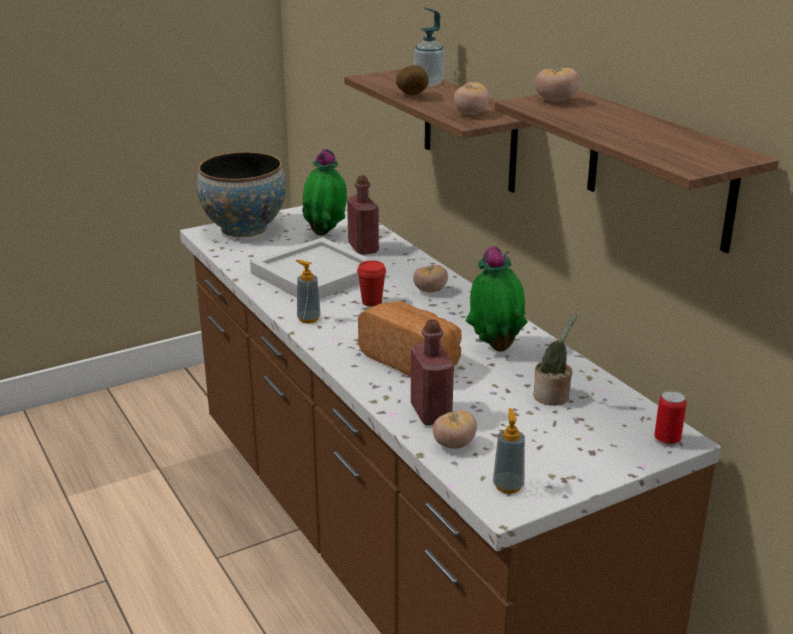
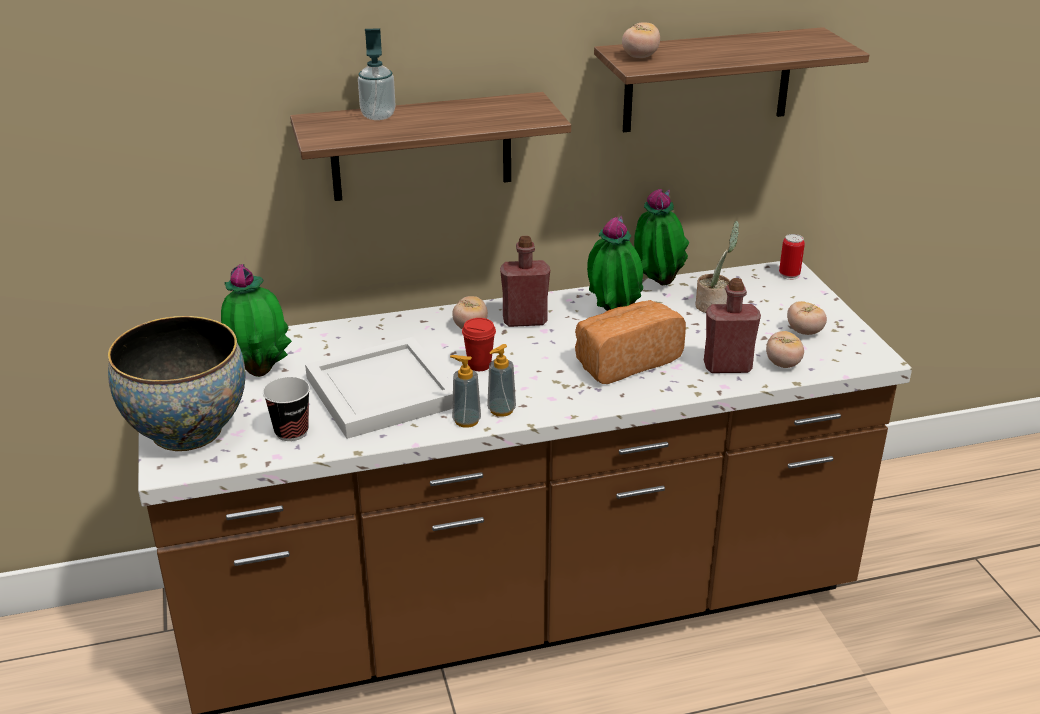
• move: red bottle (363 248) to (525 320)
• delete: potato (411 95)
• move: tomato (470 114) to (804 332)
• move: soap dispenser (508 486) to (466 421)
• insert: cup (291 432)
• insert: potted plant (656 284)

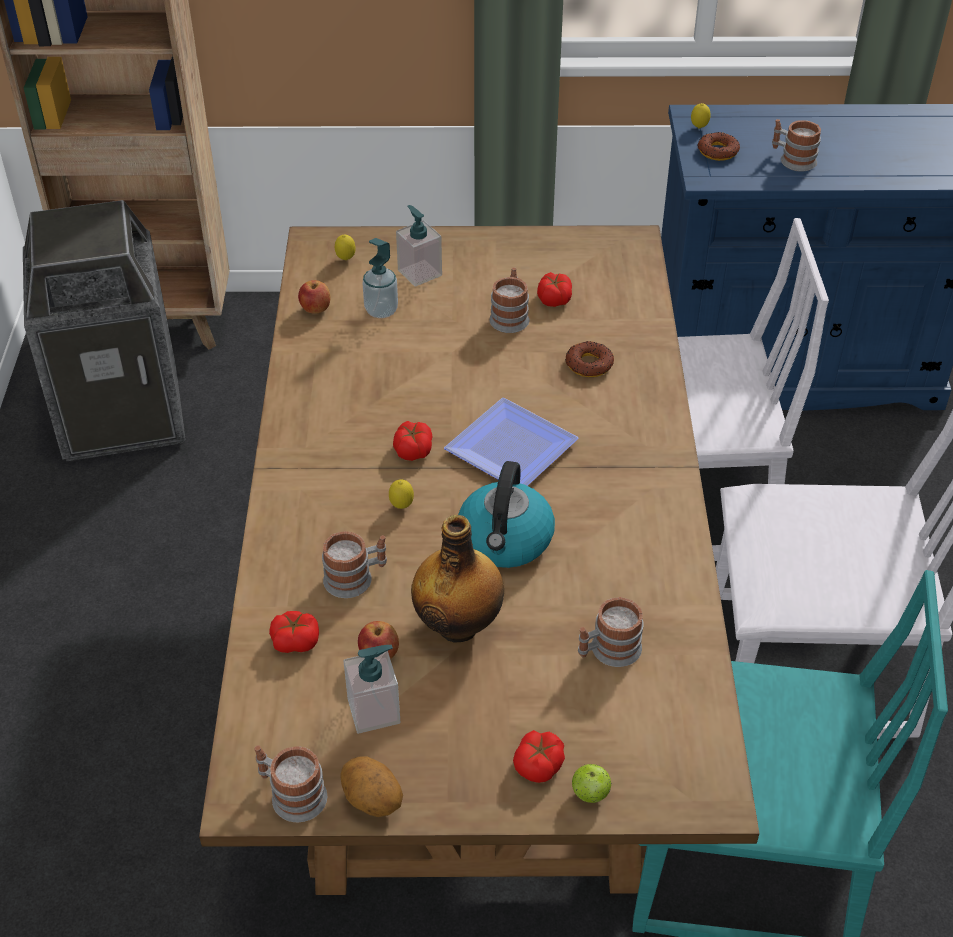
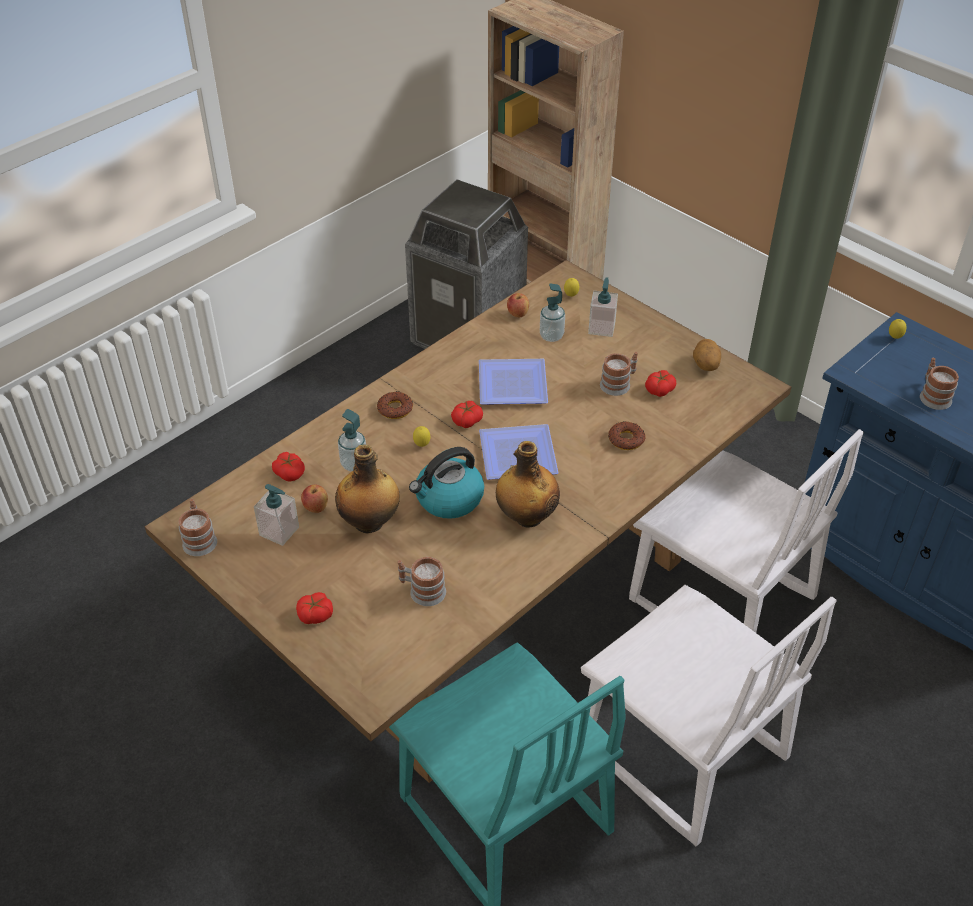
• replace: mug (356 578) to soap dispenser (354 464)
• move: potato (371 801) to (705 366)
• delete: apple (590 794)
• move: donut (717 151) to (395 409)
• insert: plate (510 383)
• insert: bottle (526 516)

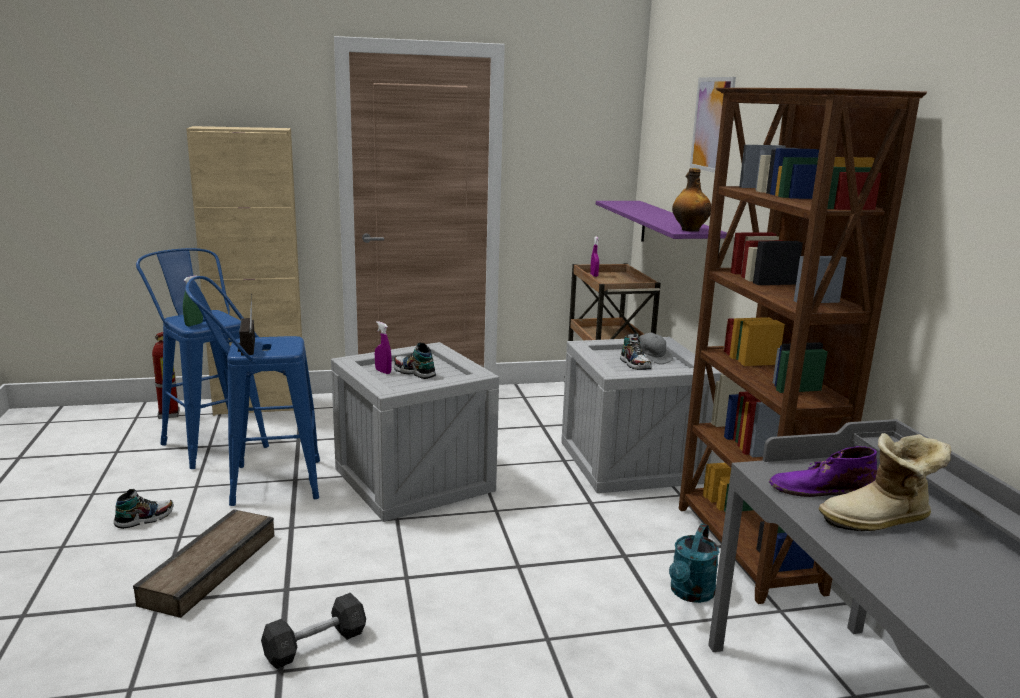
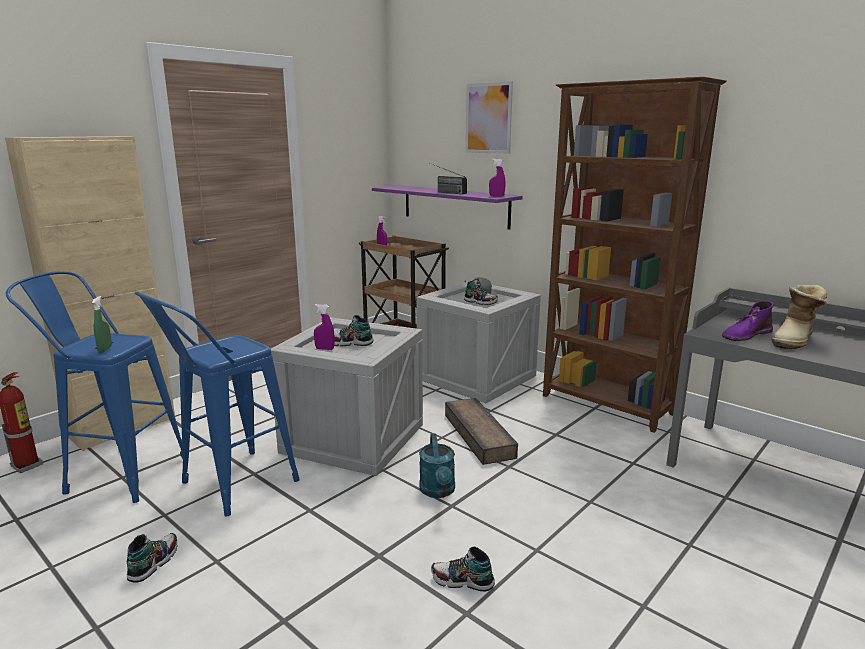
• move: crate (212 568) to (480 435)
• move: radio (247 344) to (444 192)
• replace: grey dumbbell (315 644) to shoe (462 581)
• move: turquoise watering can (690 594) to (438 491)
• replace: bottle (689 230) to purple spray bottle (496 196)

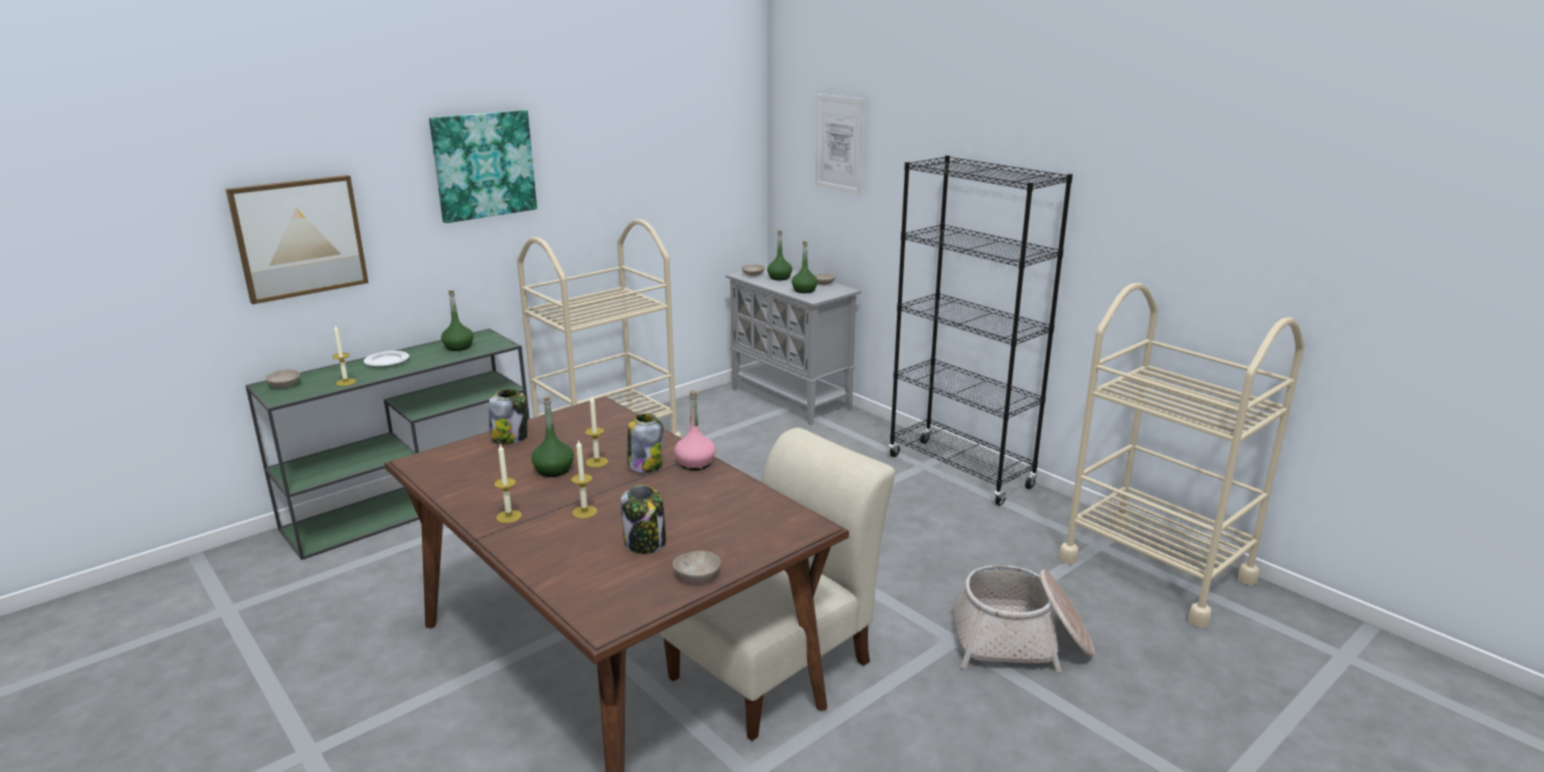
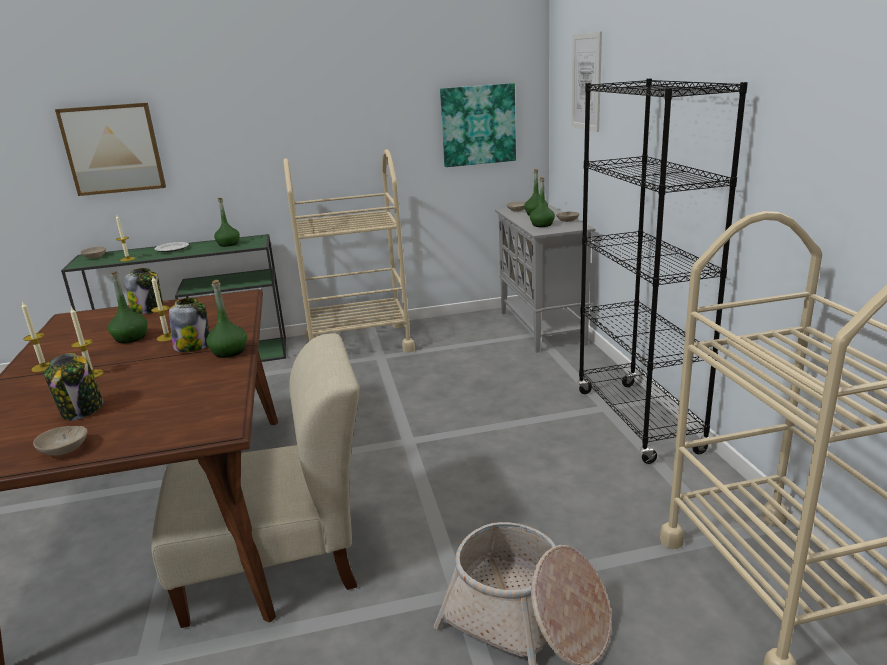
• move: picture (483 165) to (478 125)
• recolor: pink bottle (695 463) to green bottle (229 352)

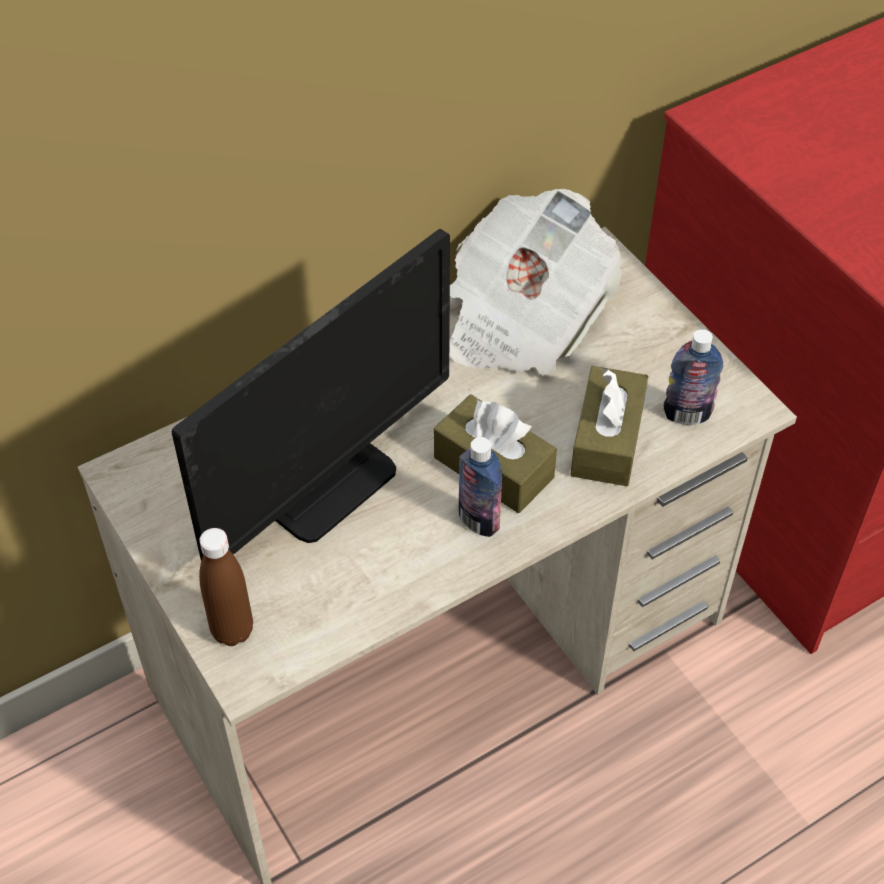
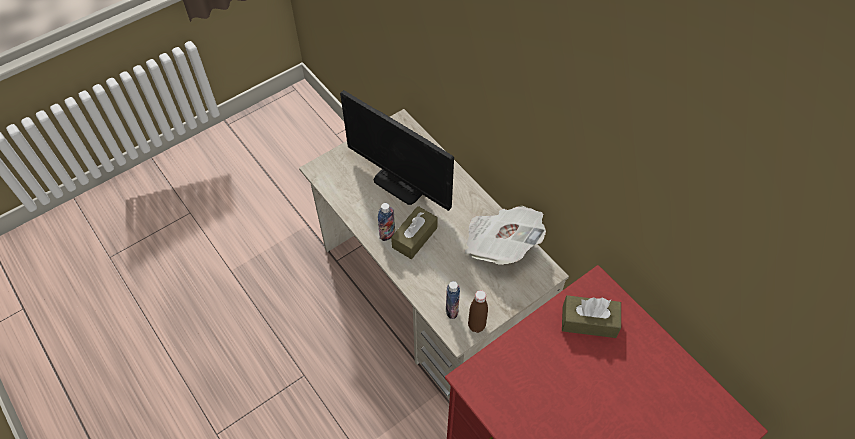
• move: brown bottle (232 630) to (476 325)
• move: brown tissue box (607 440) to (589 321)

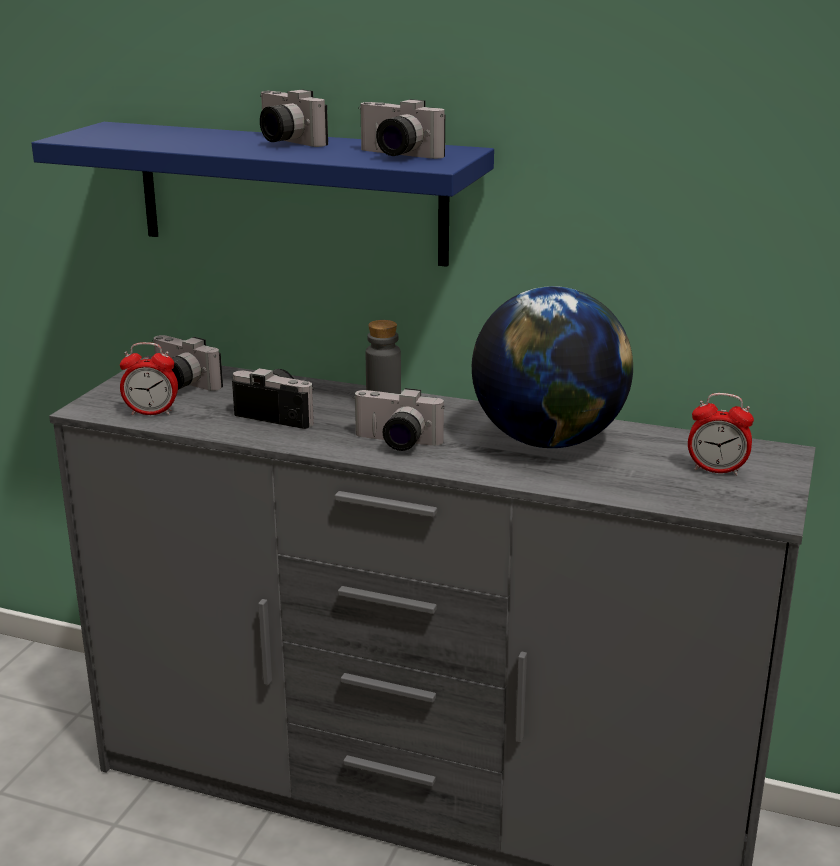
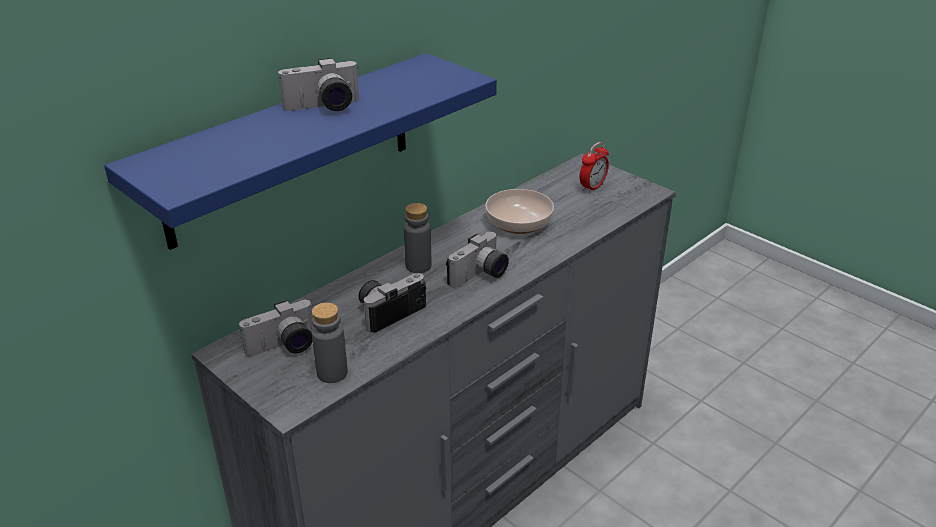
• replace: alarm clock (151 413) to grey bottle (332 373)
• delete: photo camera (395 155)
• replace: globe (548 441) to bowl (519 223)

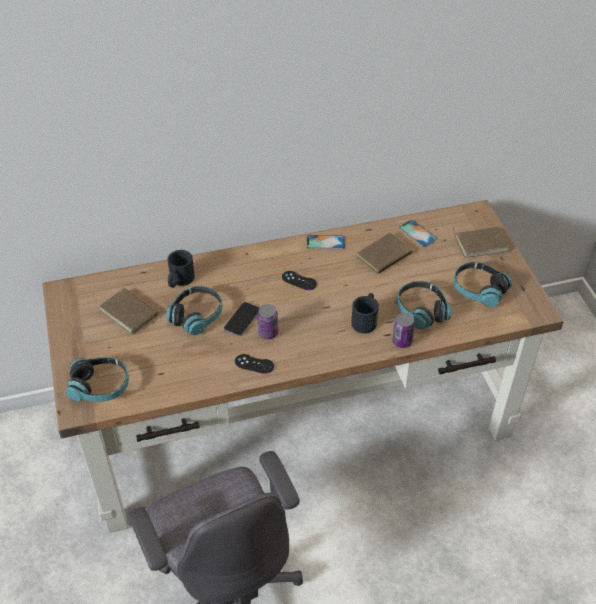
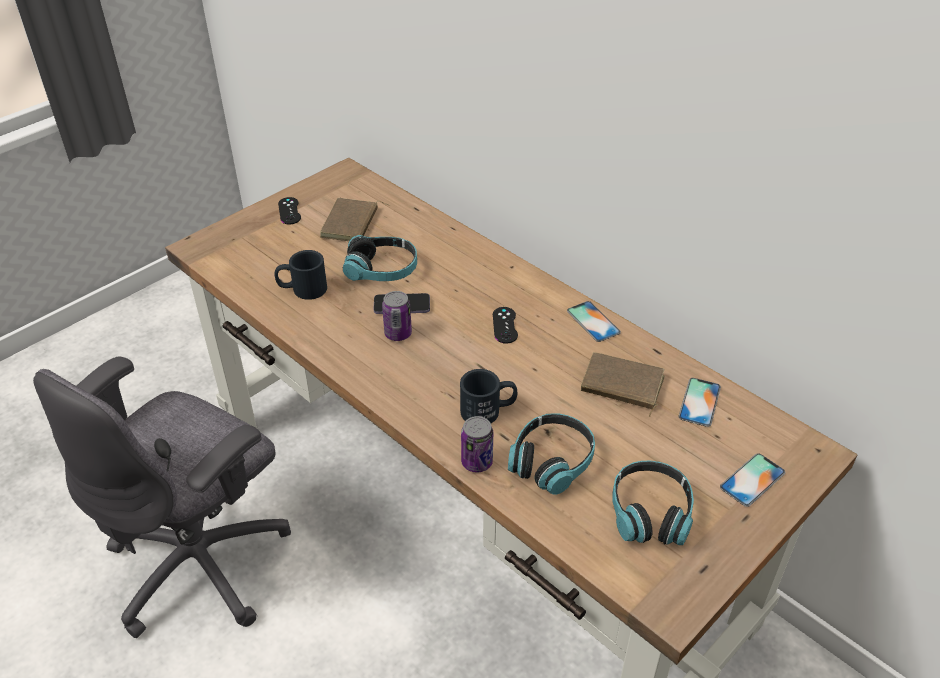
• delete: headphones (100 386)
• move: black mug (179 280) to (302 289)
• move: black game controller (254 364) to (289 211)
• replace: brown book (480 243) to phone (752 480)

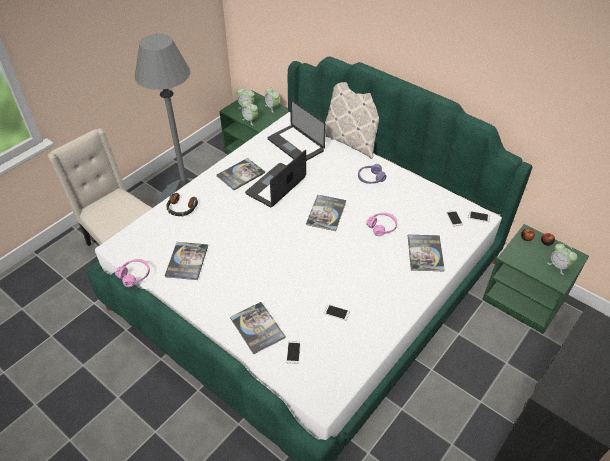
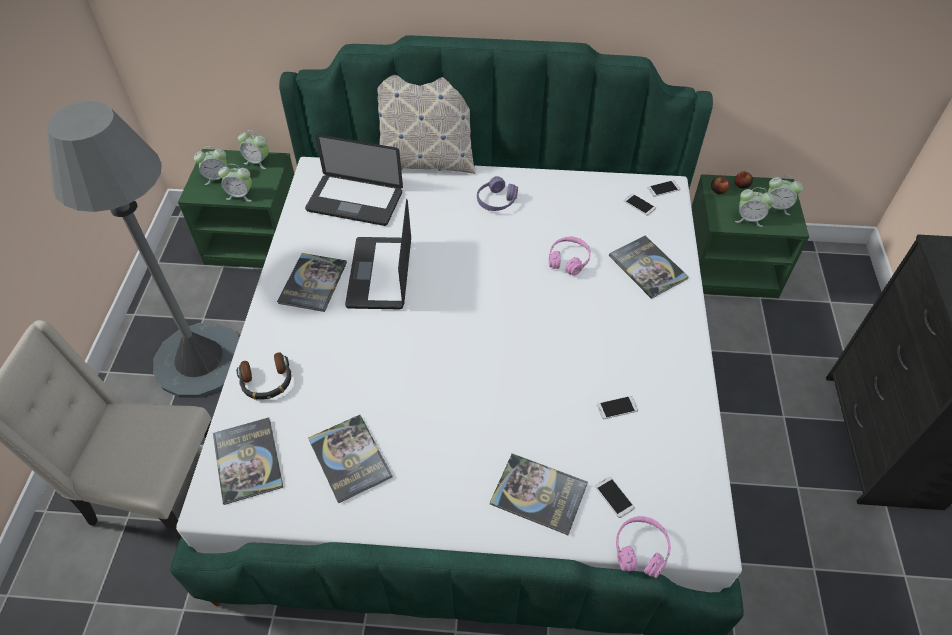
• move: pink headphones (135 275) to (641 550)
• move: book (326 213) to (247 460)
• insert: alarm clock (749 219)

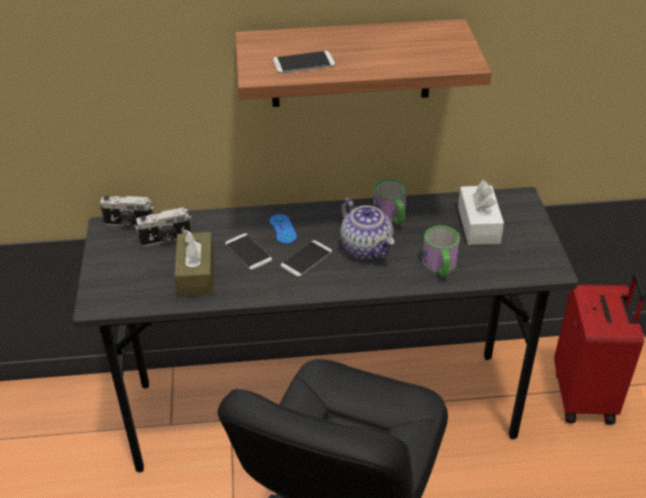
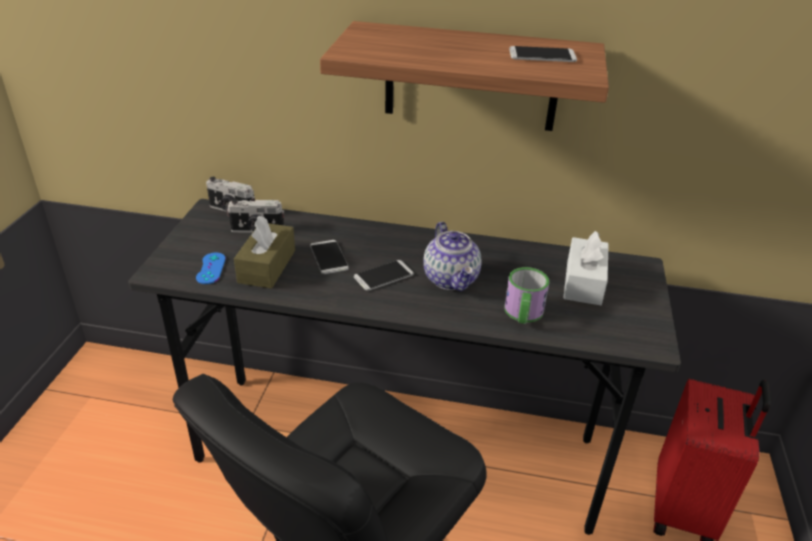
• move: blue game controller (283 229) to (211 268)
• move: phone (303 63) to (542 55)
• delete: mug (391 217)

